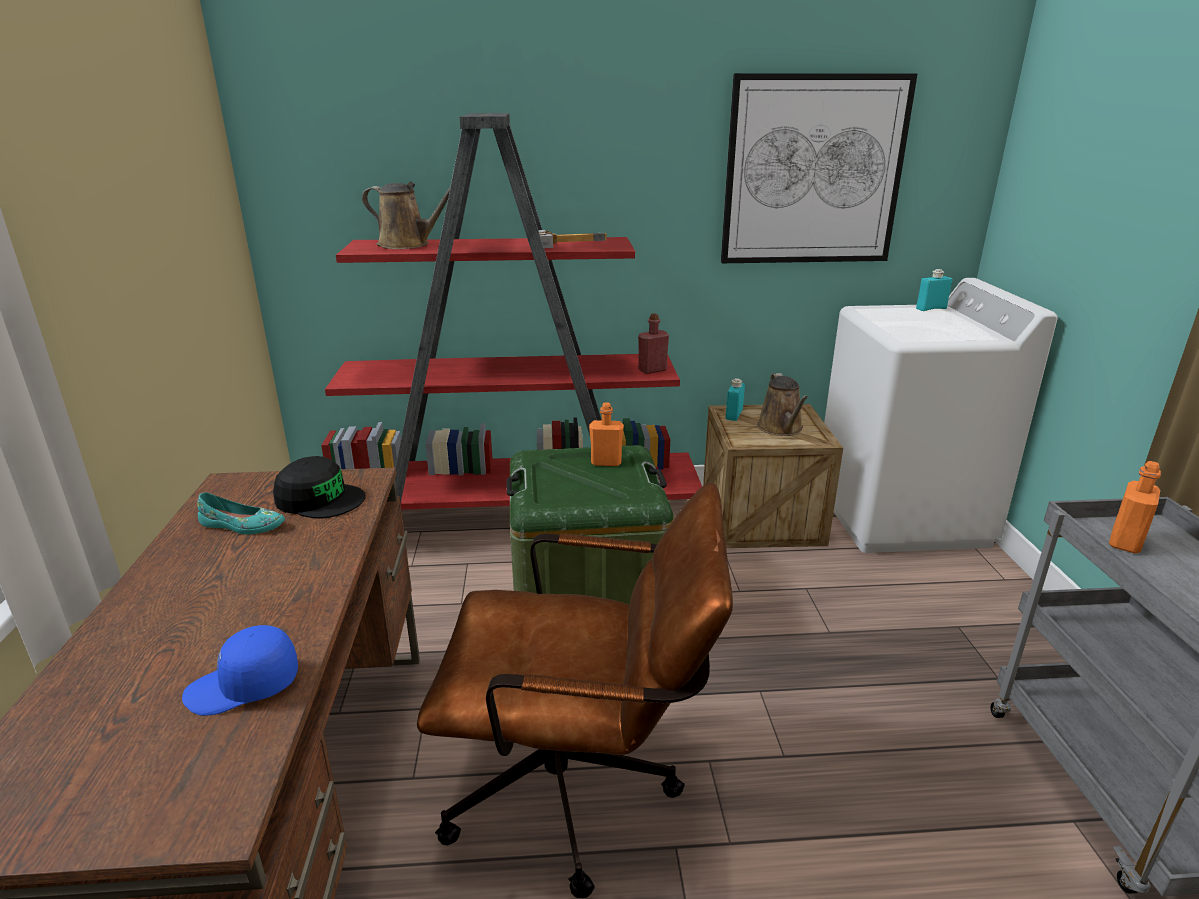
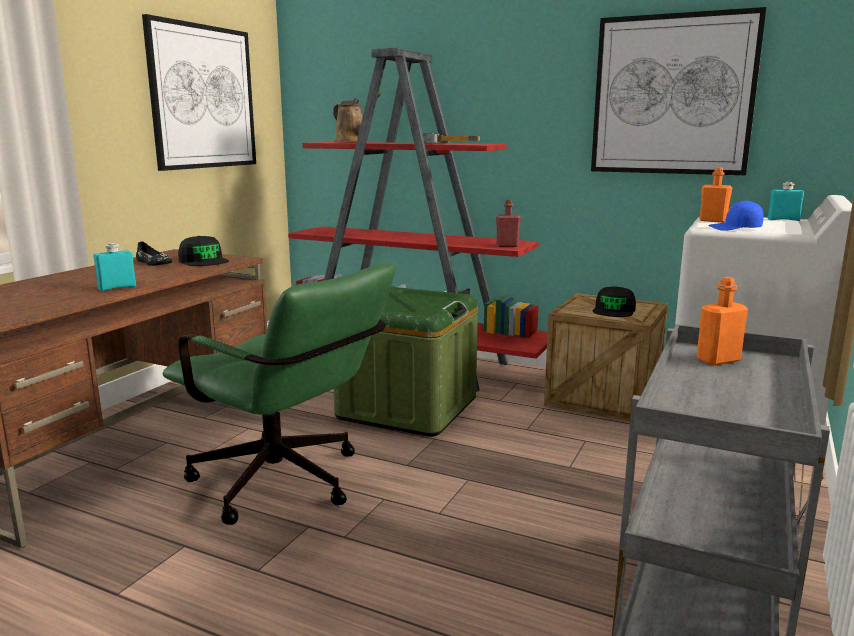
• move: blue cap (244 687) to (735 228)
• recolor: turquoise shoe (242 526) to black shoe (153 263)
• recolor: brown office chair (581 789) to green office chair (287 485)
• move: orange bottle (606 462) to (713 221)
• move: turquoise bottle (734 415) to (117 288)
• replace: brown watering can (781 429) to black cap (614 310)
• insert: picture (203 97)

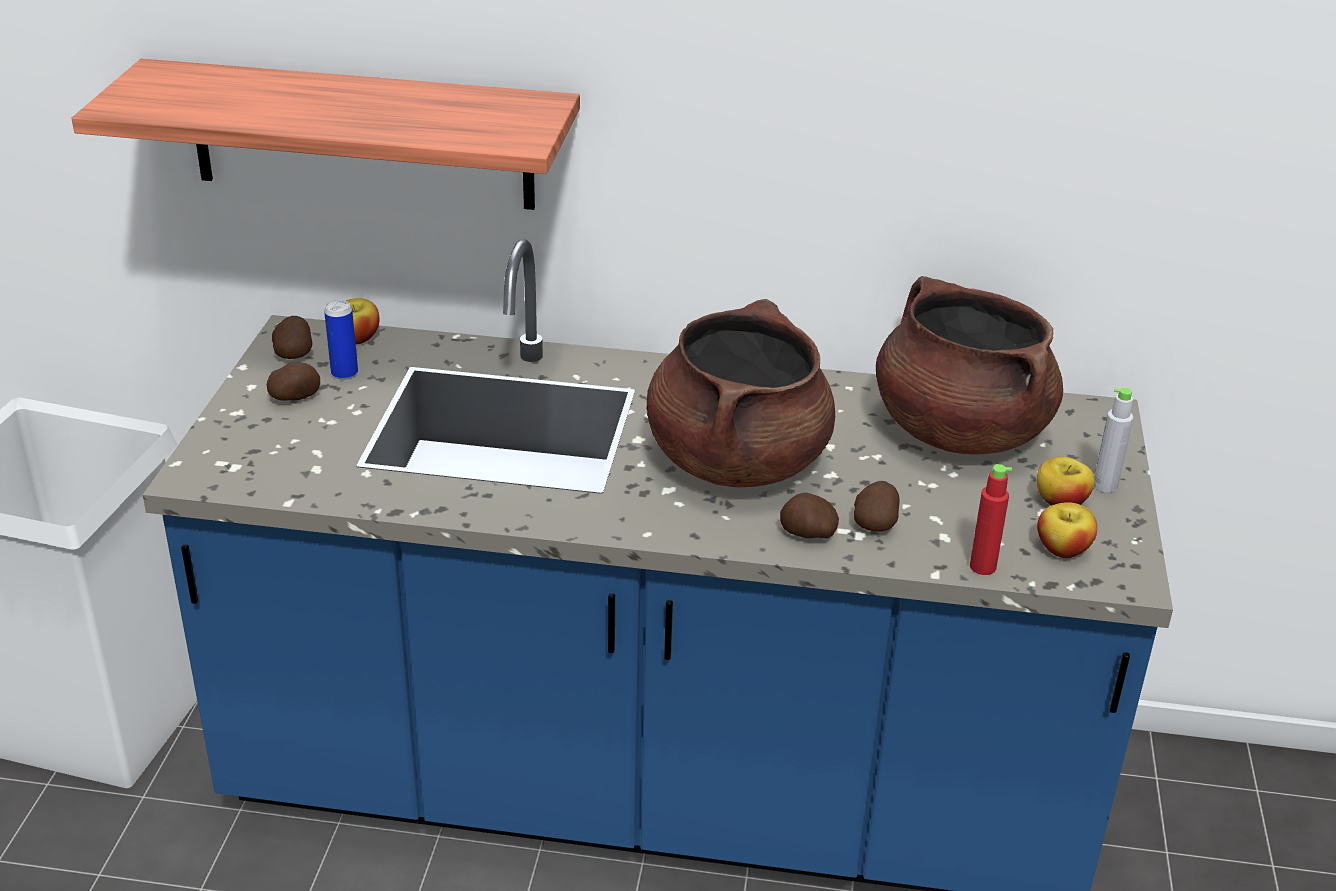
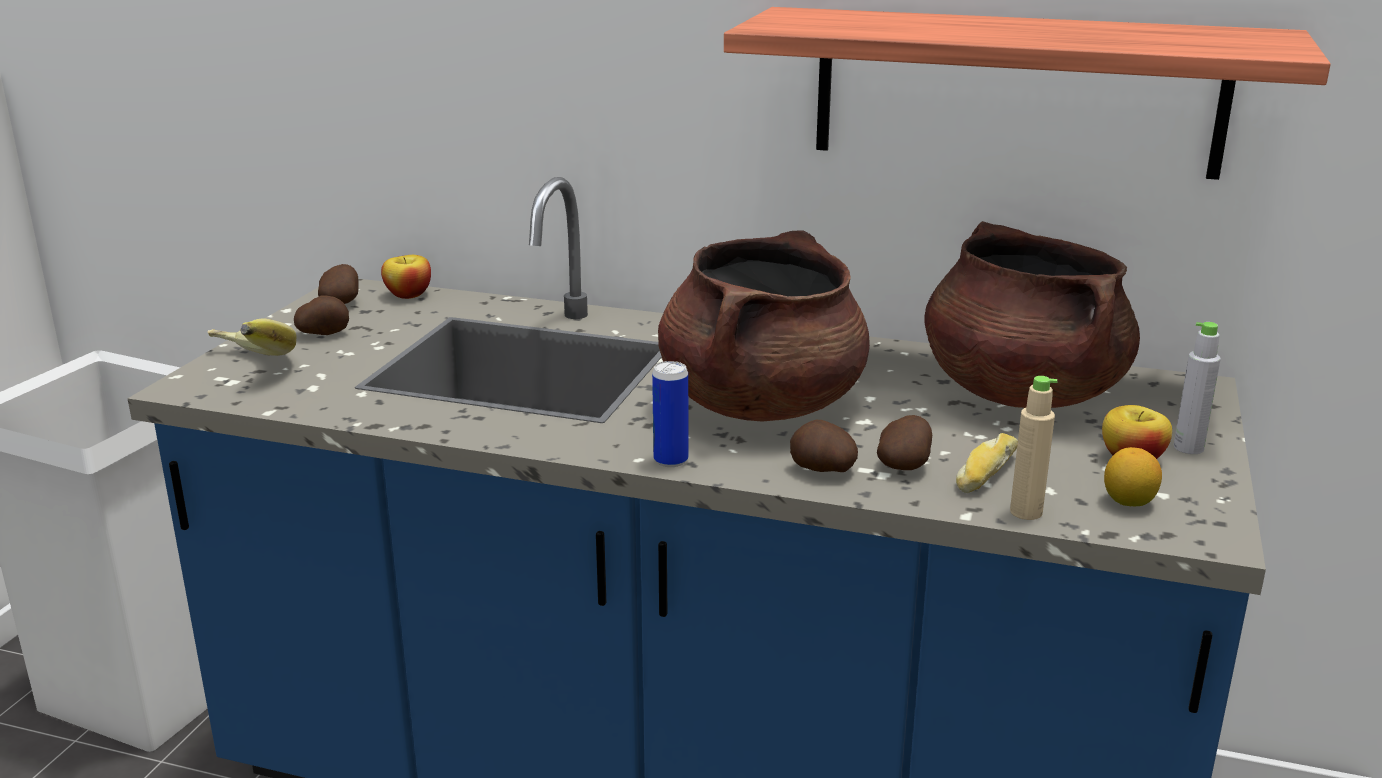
• move: shelf (362 135) to (1016 91)
• move: can (344 373) to (670 460)
• recolor: red bottle (982 567) to beige bottle (1026 512)
• replace: apple (1063 549) to lemon (1129 502)
• insert: banana (247 367)
• insert: bread (985 473)

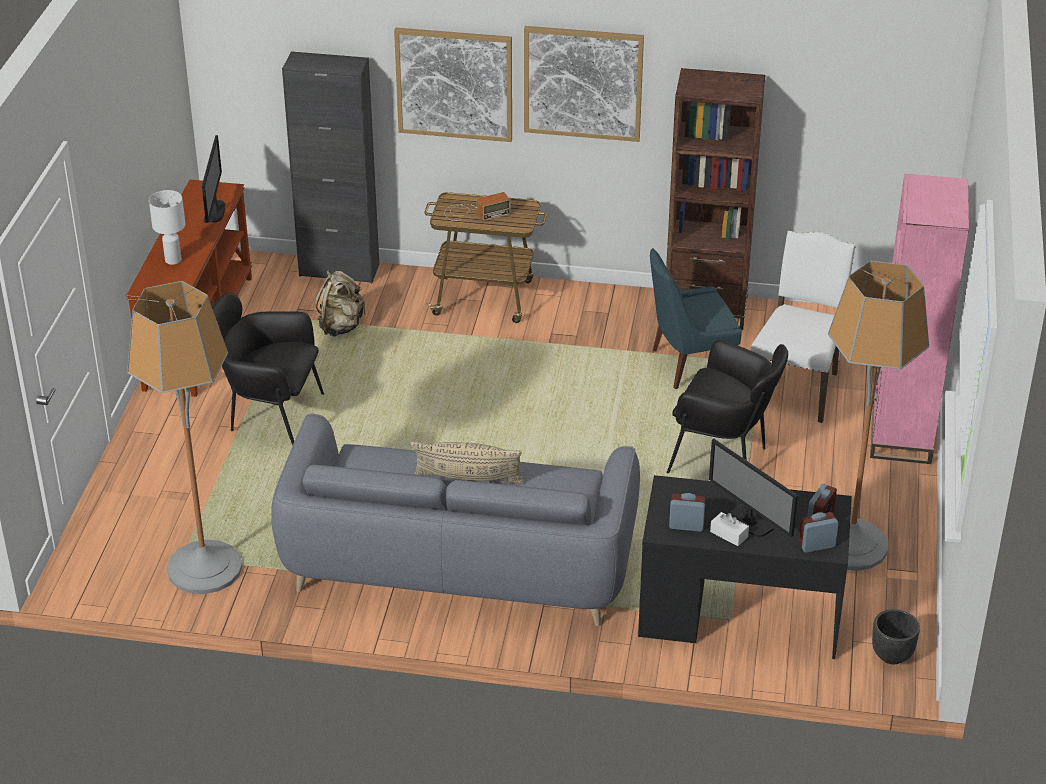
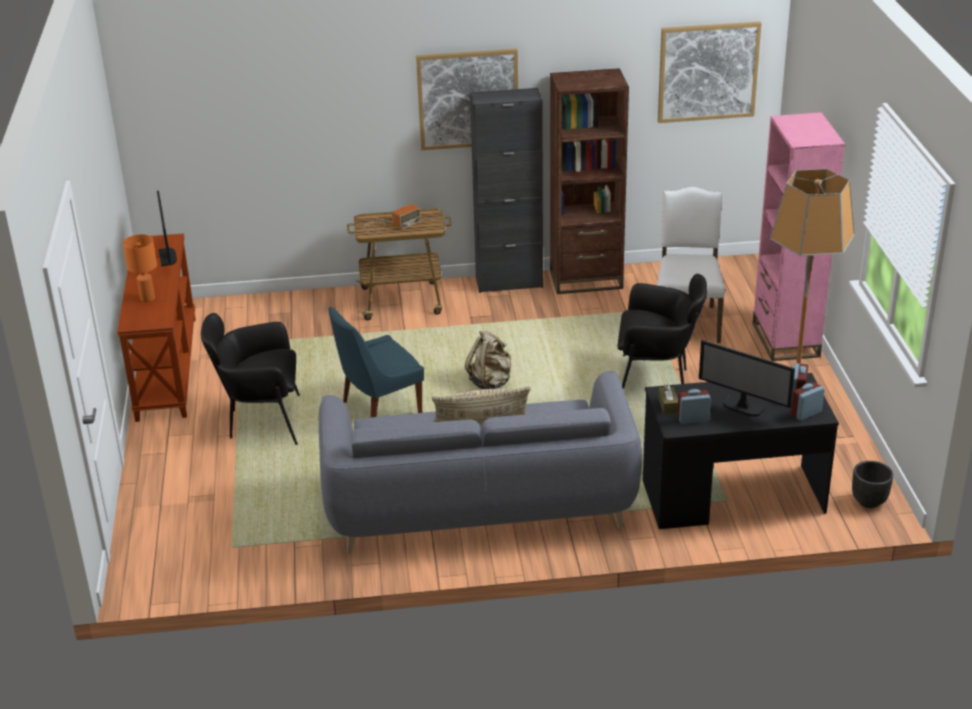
• delete: floor lamp (204 568)
• recolor: white table lamp (173 260) to orange table lamp (148 298)
• move: black cabinet (339 270) to (509 283)
• move: beige backpack (340 326) to (490 382)
• move: picture (454 84) to (708 72)
• move: blue chair (688 365) to (379 409)
• delete: white tissue box (729 534)
• insert: brown tissue box (668 405)

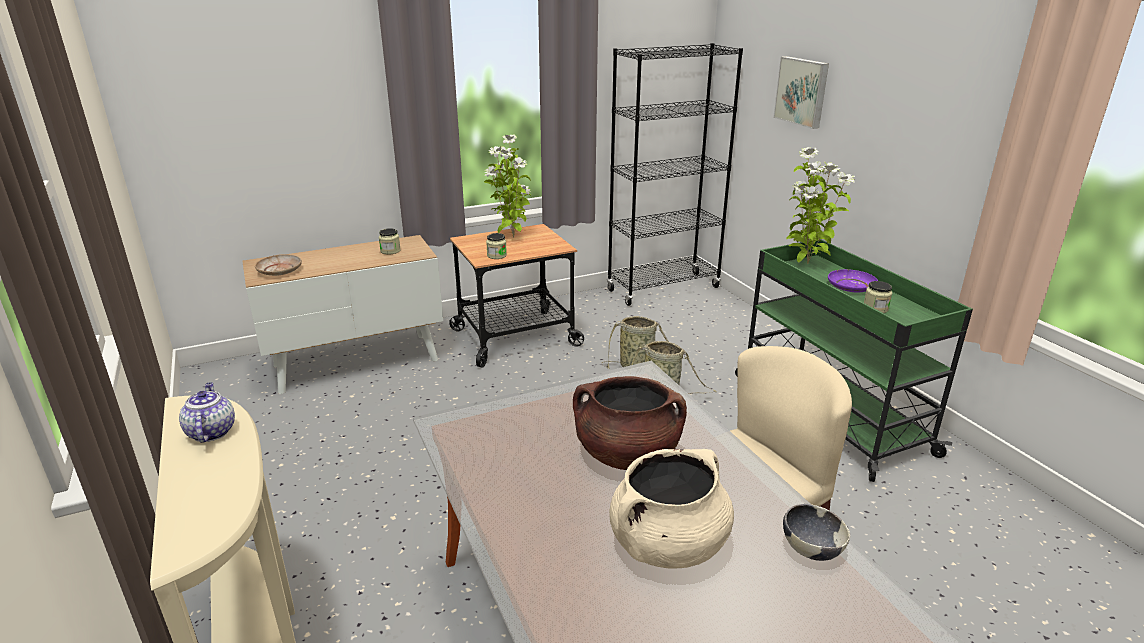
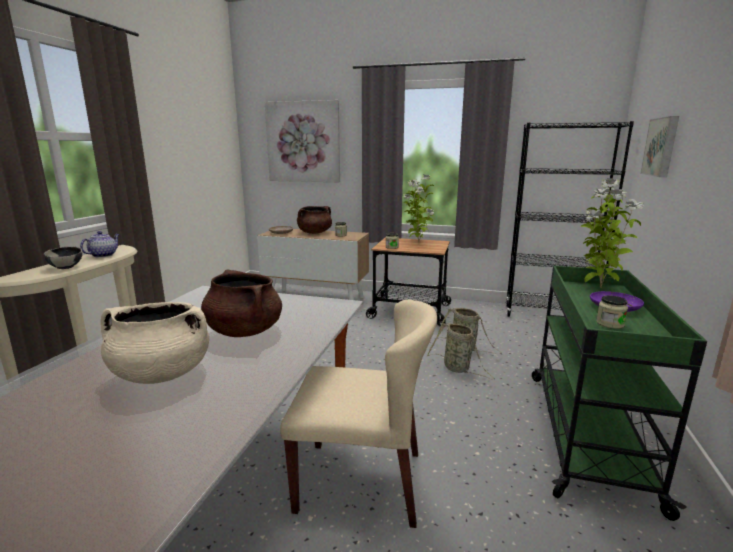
• move: bowl (811 549) to (66 267)
• insert: picture (303 142)
• insert: brown cooking pot (315 233)

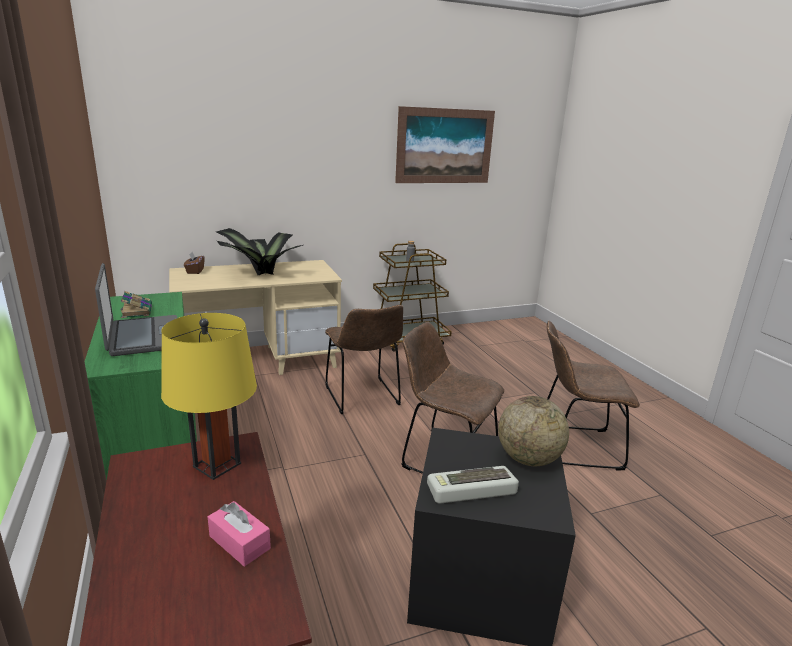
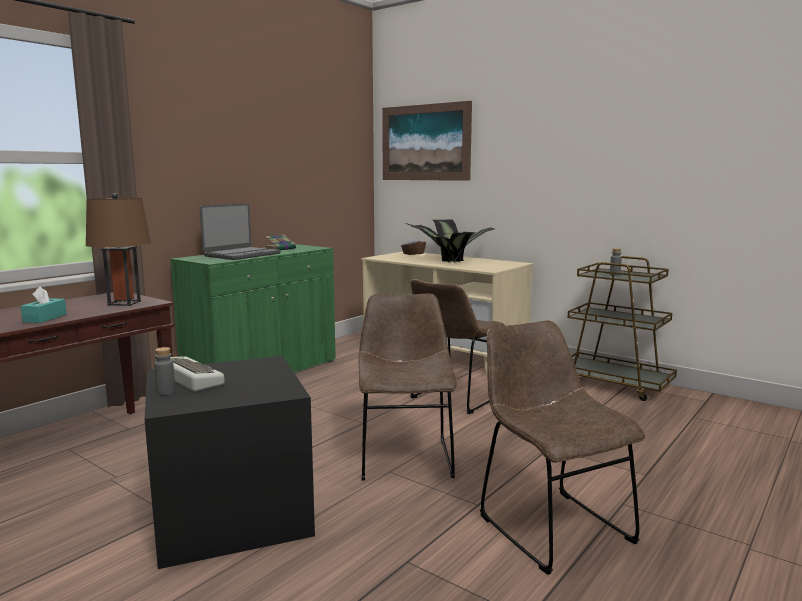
• recolor: yellow table lamp (217 465) to brown table lamp (124 303)
• recolor: pink tissue box (239 542) to turquoise tissue box (45 318)
• move: picture (445 146) to (425 142)
• delete: globe (528 459)
• insert: grey bottle (166 392)

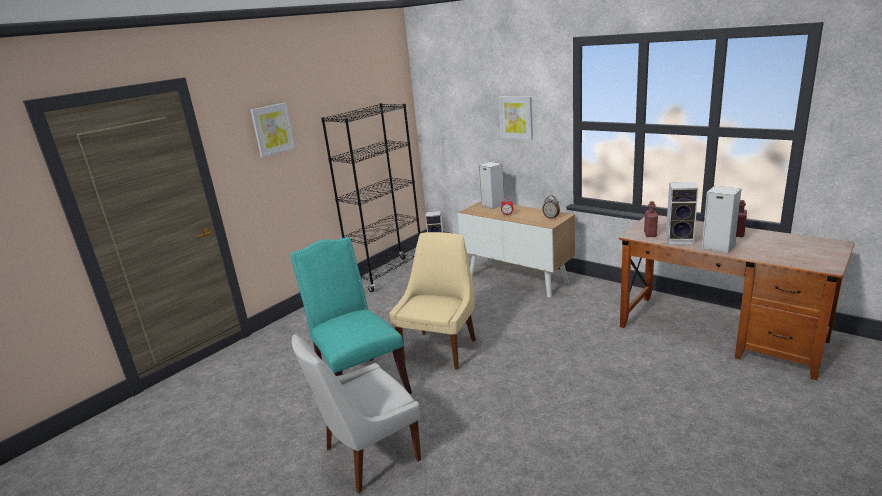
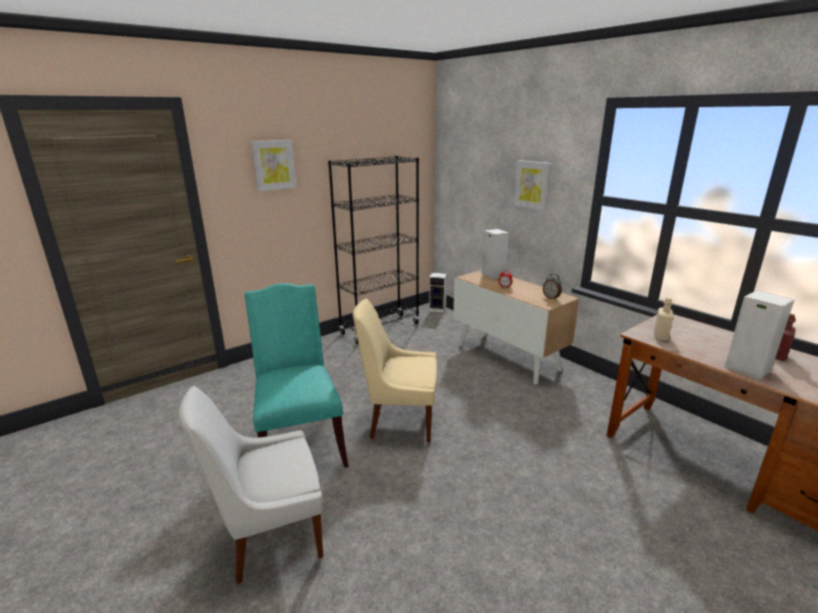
• rotate: beige chair (440 348) = (399 420) 120 degrees counterclockwise
• recolor: red bottle (650 234) to beige bottle (660 336)
• delete: speaker (680 240)

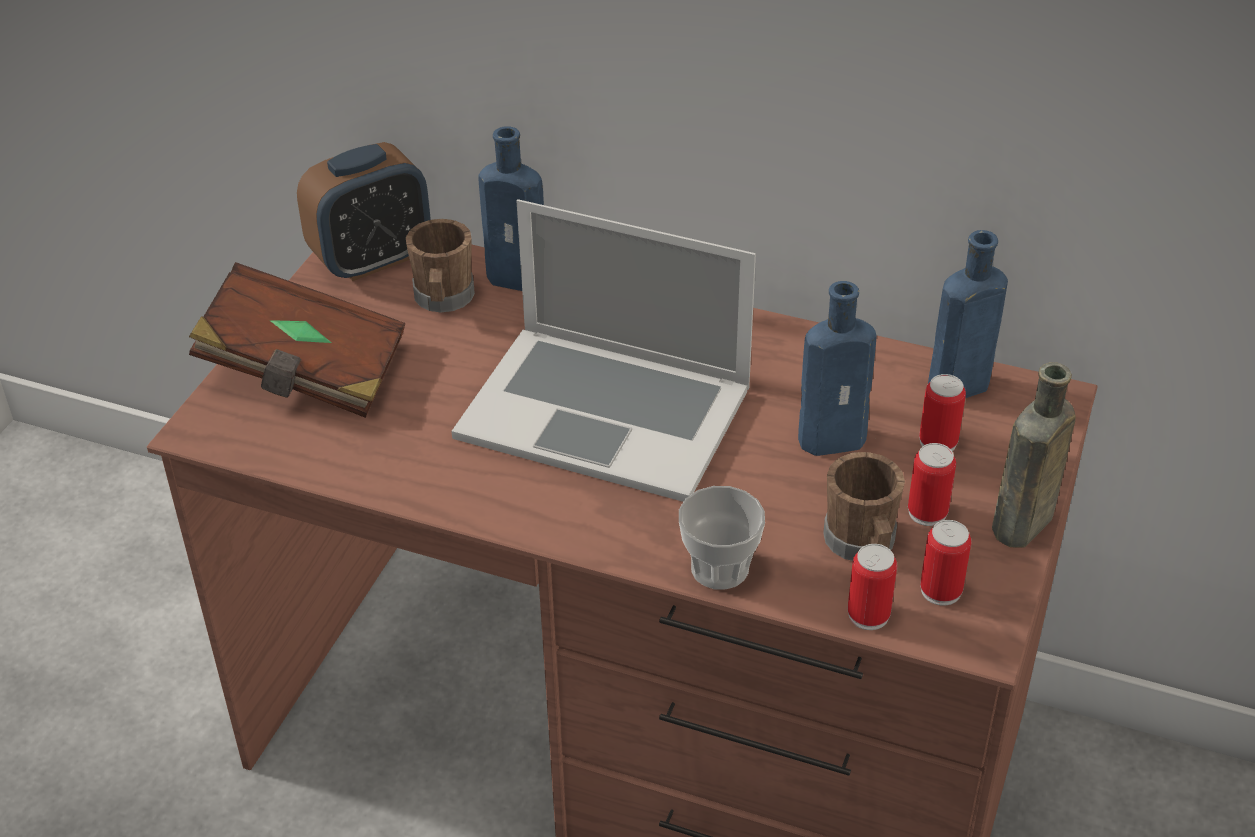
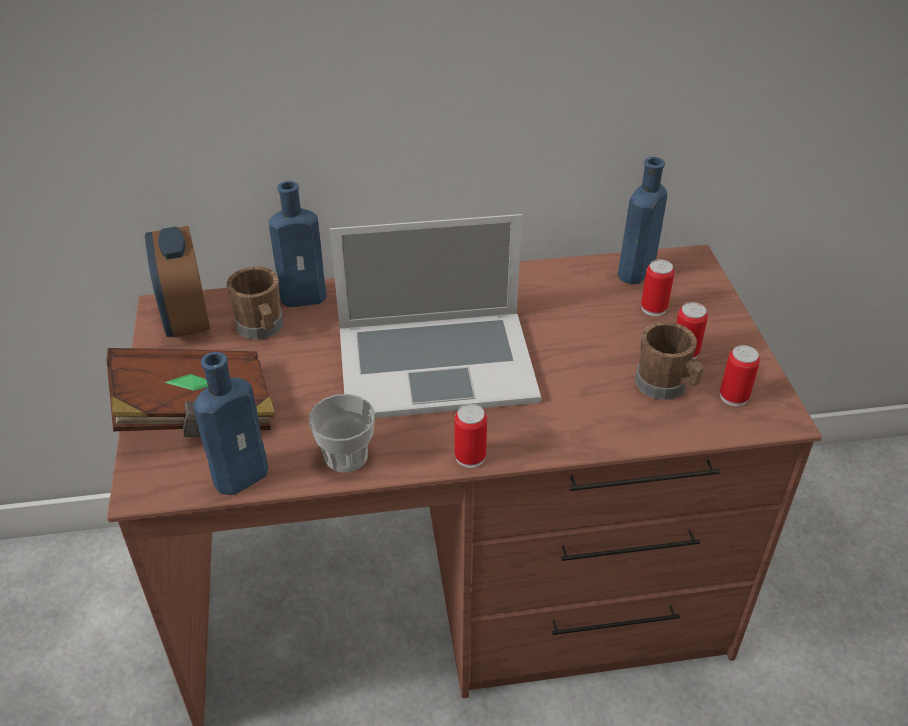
• rotate: alarm clock (372 259) = (186 318) 135 degrees clockwise
• move: cup (719 568) to (346 456)
• move: blue bottle (837 439) to (245 474)
• move: can (868 615) to (470 457)
• delete: brown bottle (1019 527)

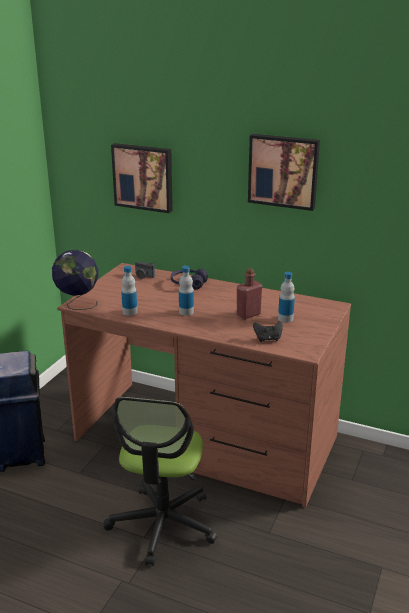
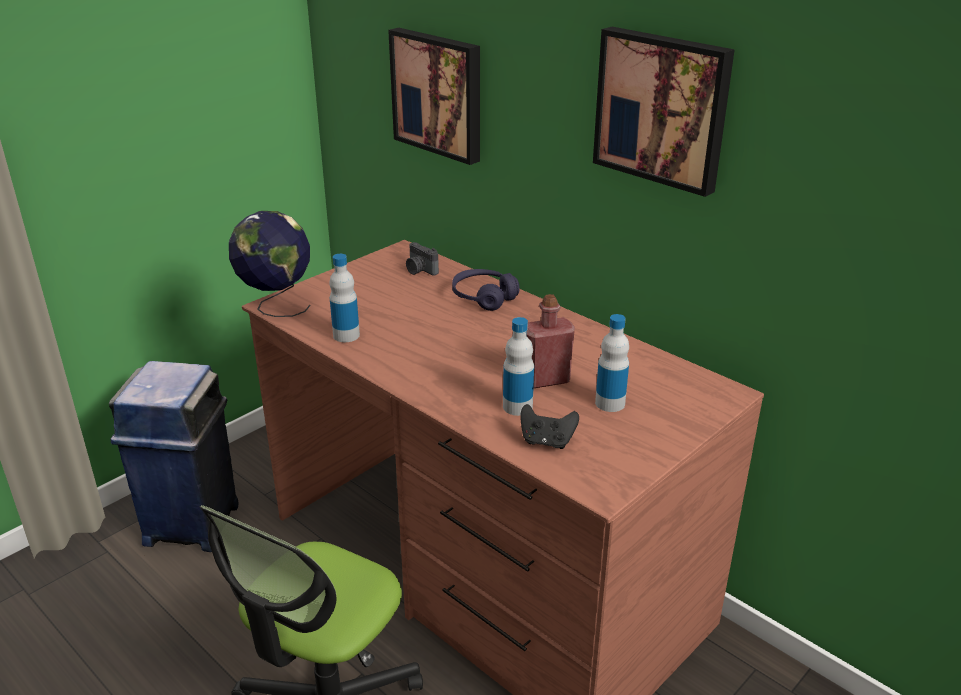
• move: bottle (186 312) to (517 406)

